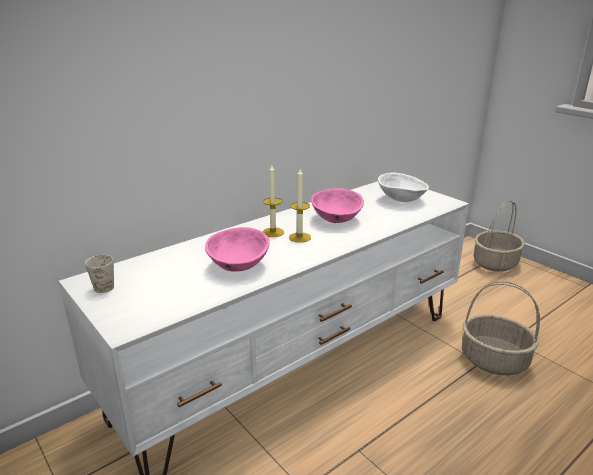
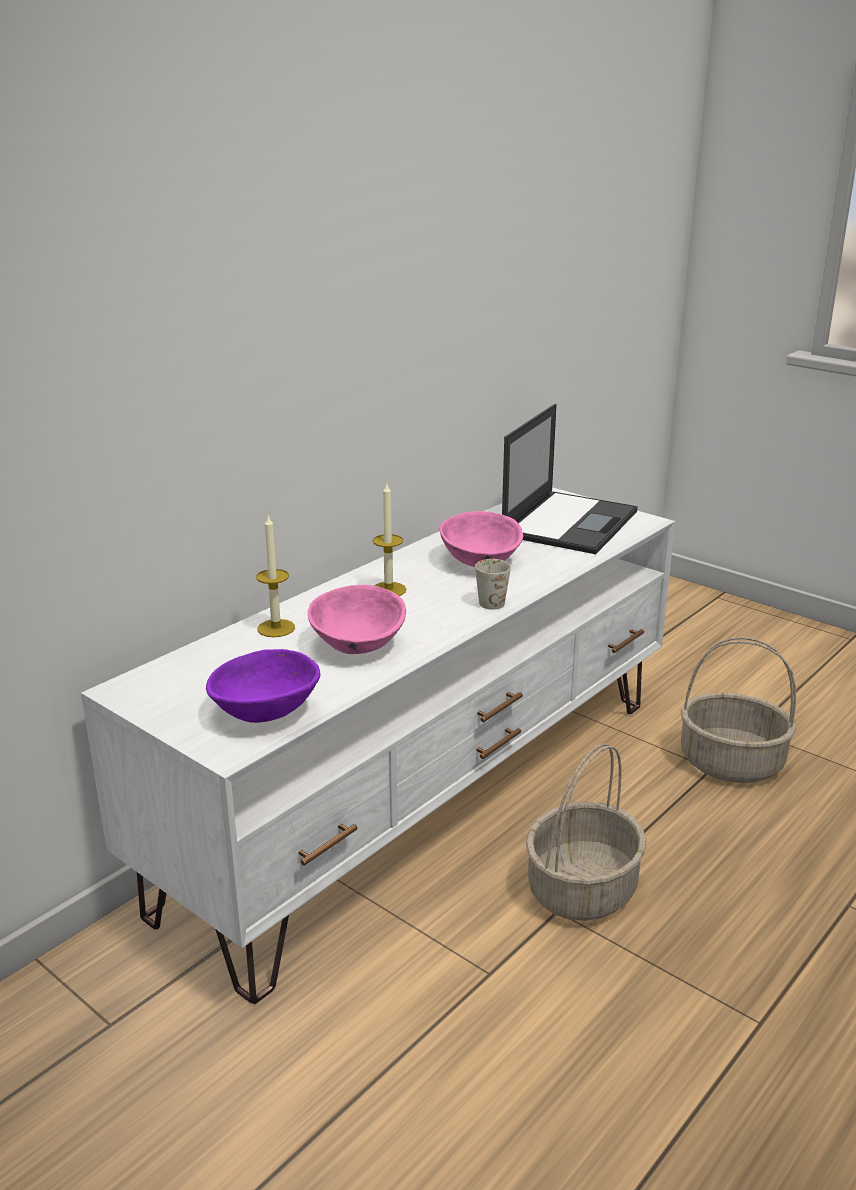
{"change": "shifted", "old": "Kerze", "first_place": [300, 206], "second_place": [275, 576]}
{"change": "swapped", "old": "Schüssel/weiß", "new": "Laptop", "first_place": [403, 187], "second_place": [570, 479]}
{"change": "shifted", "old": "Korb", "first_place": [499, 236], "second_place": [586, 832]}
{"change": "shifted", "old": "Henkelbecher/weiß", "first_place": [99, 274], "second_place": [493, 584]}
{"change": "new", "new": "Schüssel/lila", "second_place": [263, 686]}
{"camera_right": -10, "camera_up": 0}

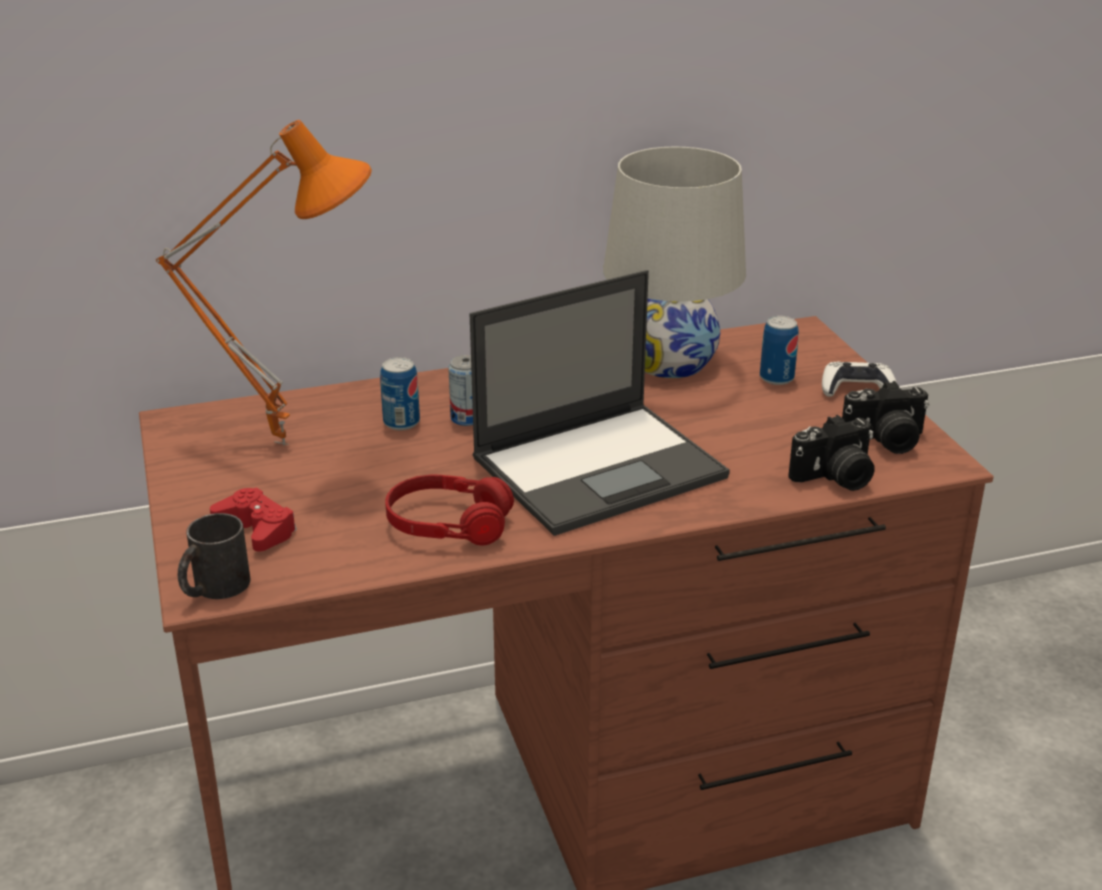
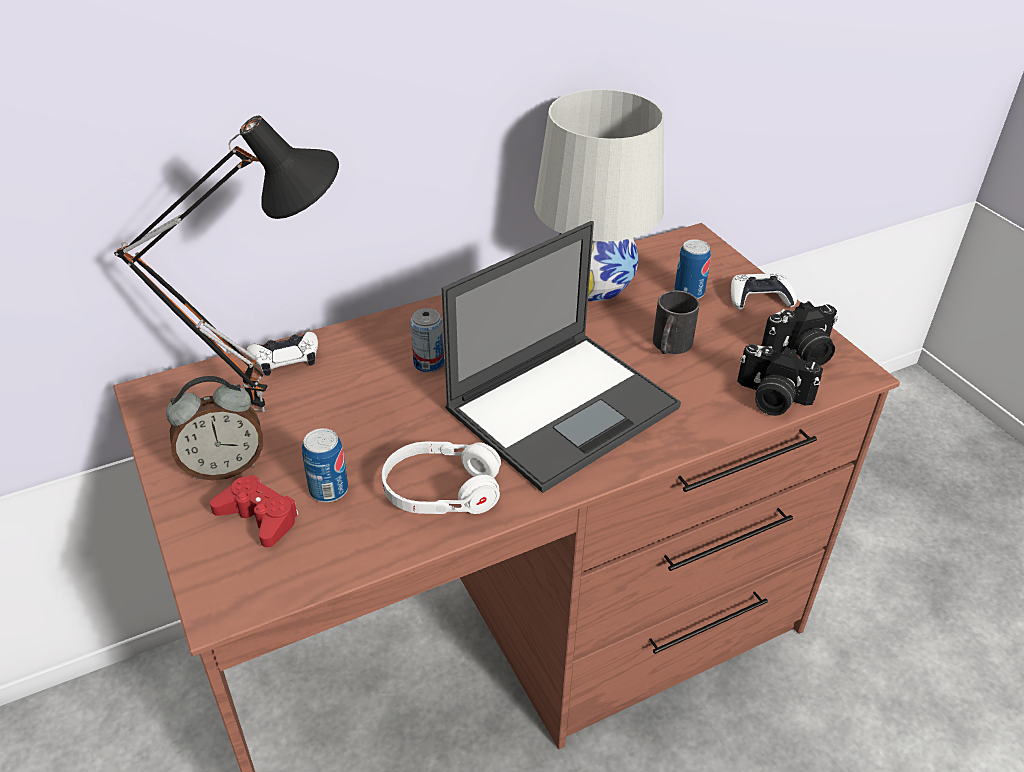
{"change": "repainted", "old": "Tischlampe/orange", "new": "Tischlampe/schwarz", "first_place": [264, 282], "second_place": [226, 264]}
{"change": "shifted", "old": "Dose", "first_place": [400, 393], "second_place": [325, 465]}
{"change": "rotated", "old": "Kamera", "first_place": [831, 453], "second_place": [780, 380], "degrees": 60}
{"change": "repainted", "old": "Kopfhörer/rot", "new": "Kopfhörer/weiß", "first_place": [449, 510], "second_place": [441, 478]}
{"change": "shifted", "old": "Henkelbecher/schwarz", "first_place": [214, 556], "second_place": [676, 322]}
{"change": "new", "new": "Gamepad/weiß", "second_place": [282, 354]}
{"change": "new", "new": "Wecker", "second_place": [214, 428]}
{"camera_right": -10, "camera_up": 10}

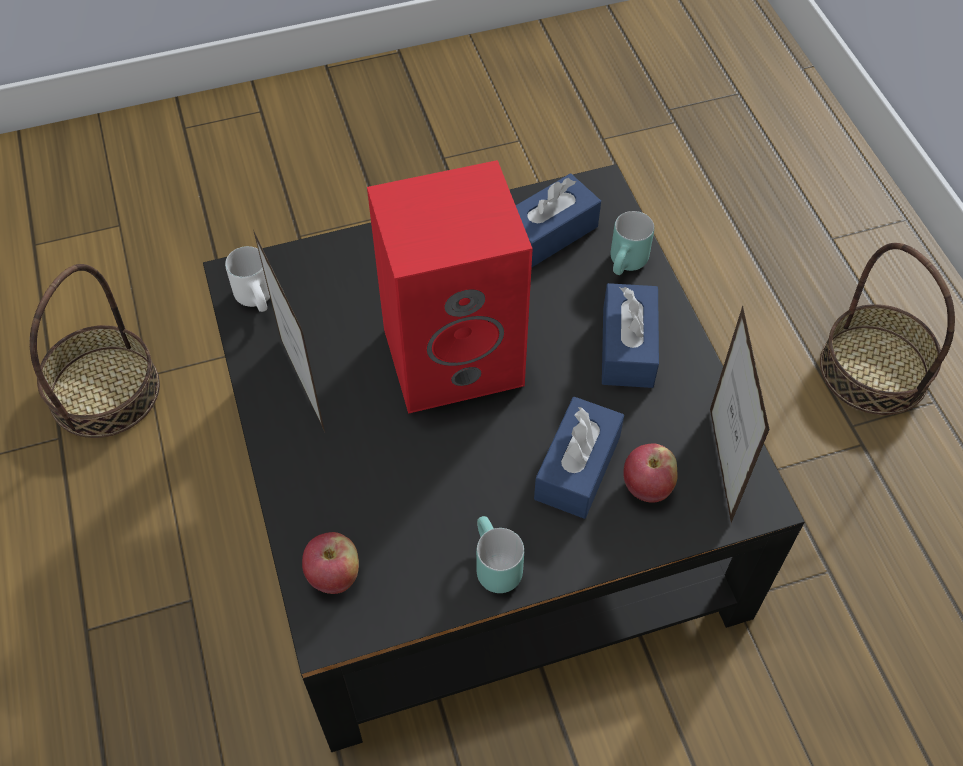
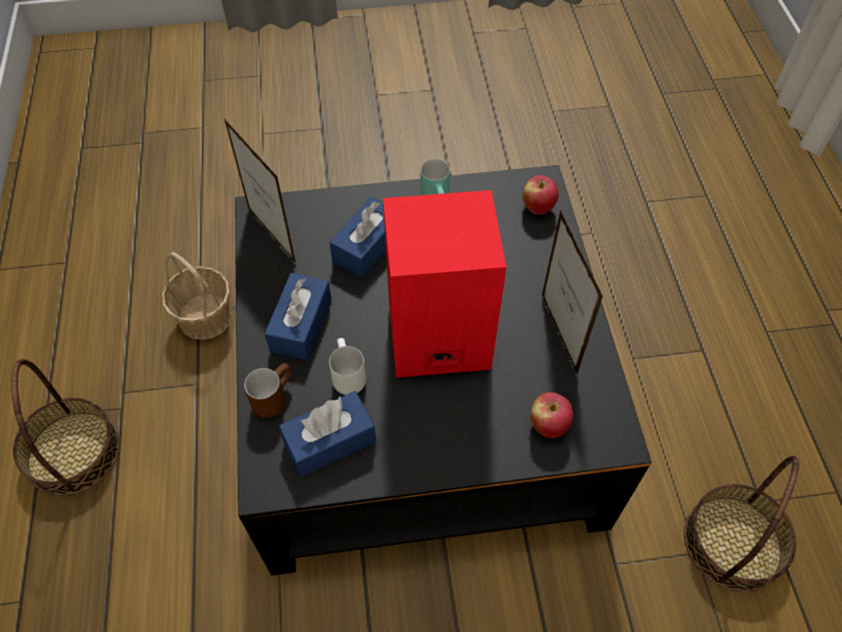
{"change": "repainted", "old": "Henkelbecher/türkis", "new": "Henkelbecher/braun", "first_place": [632, 243], "second_place": [268, 390]}
{"change": "shifted", "old": "Henkelbecher/weiß", "first_place": [247, 279], "second_place": [347, 366]}
{"change": "rotated", "old": "Bilderrahmen", "first_place": [740, 414], "second_place": [260, 191], "degrees": 135}
{"change": "shifted", "old": "Apfel", "first_place": [650, 473], "second_place": [551, 415]}
{"change": "new", "new": "Korb", "second_place": [197, 296]}
{"camera_right": -170, "camera_up": 0}

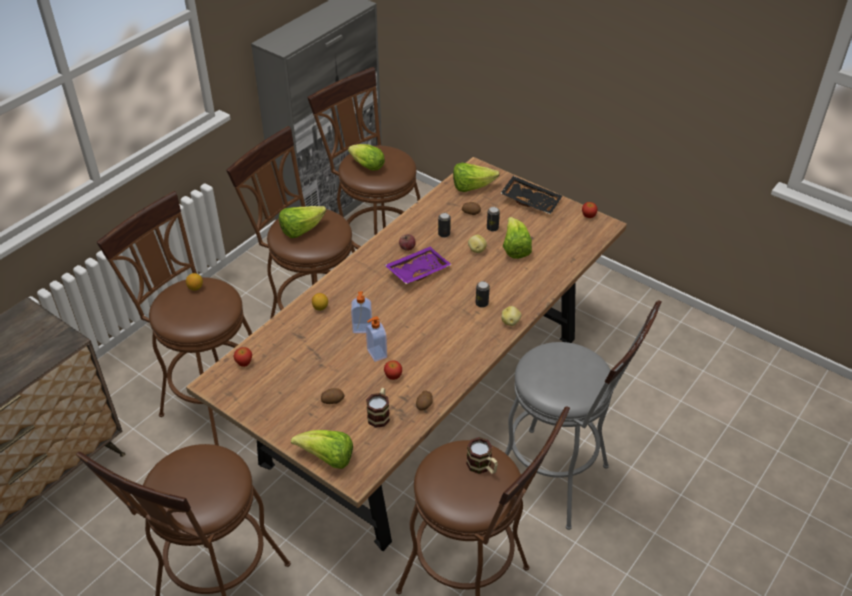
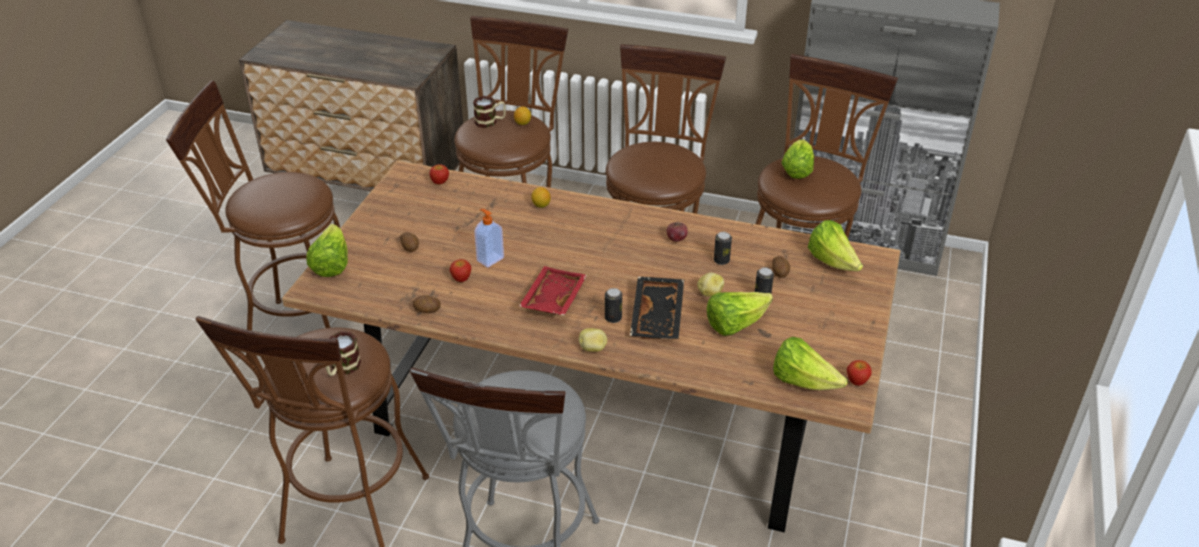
{"change": "shifted", "old": "Tablett/schwarz", "first_place": [531, 195], "second_place": [657, 307]}
{"change": "shifted", "old": "Salatkopf", "first_place": [302, 222], "second_place": [810, 363]}
{"change": "gone", "old": "Tablett/lila", "first_place": [418, 265]}
{"change": "gone", "old": "Seifenspender", "first_place": [361, 312]}
{"change": "shifted", "old": "Henkelbecher", "first_place": [378, 408], "second_place": [489, 112]}
{"change": "new", "new": "Tablett/rot", "second_place": [553, 290]}
{"camera_right": 70, "camera_up": -5}

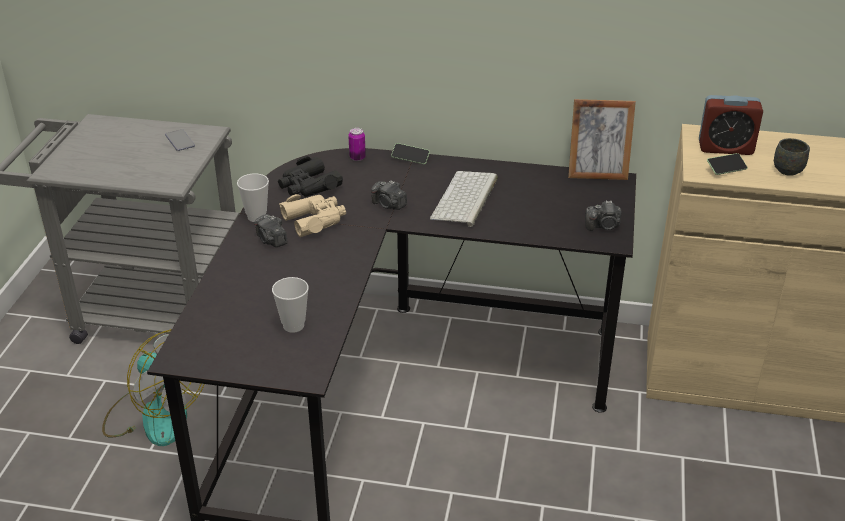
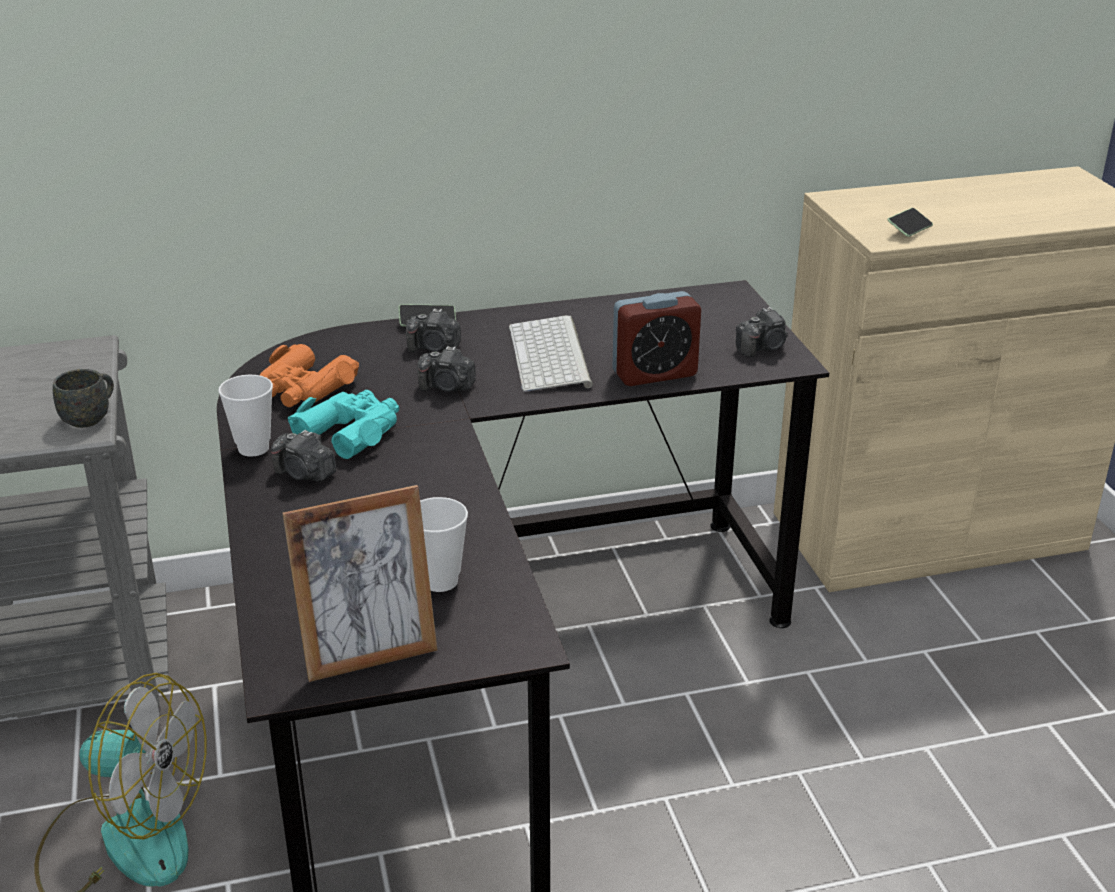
{"change": "shifted", "old": "Wecker", "first_place": [731, 125], "second_place": [656, 338]}
{"change": "shifted", "old": "Bilderrahmen", "first_place": [602, 139], "second_place": [360, 583]}
{"change": "gone", "old": "Dose", "first_place": [357, 144]}
{"change": "gone", "old": "Handy", "first_place": [180, 140]}
{"change": "shifted", "old": "Henkelbecher/grau", "first_place": [792, 157], "second_place": [83, 398]}
{"change": "repainted", "old": "Fernglas/schwarz", "new": "Fernglas/orange", "first_place": [310, 176], "second_place": [309, 375]}
{"change": "repainted", "old": "Fernglas/beige", "new": "Fernglas/türkis", "first_place": [312, 215], "second_place": [343, 424]}
{"change": "new", "new": "Kamera", "second_place": [433, 330]}
{"camera_right": -25, "camera_up": -5}

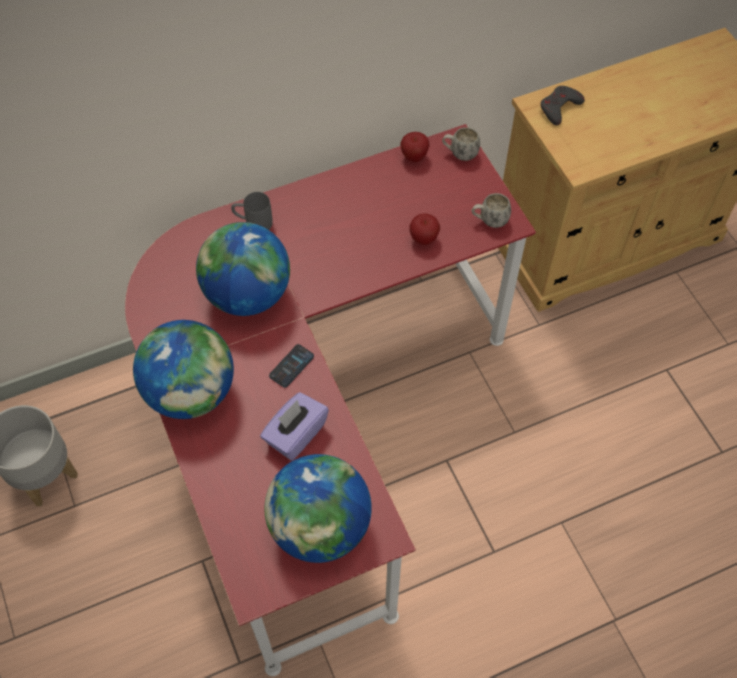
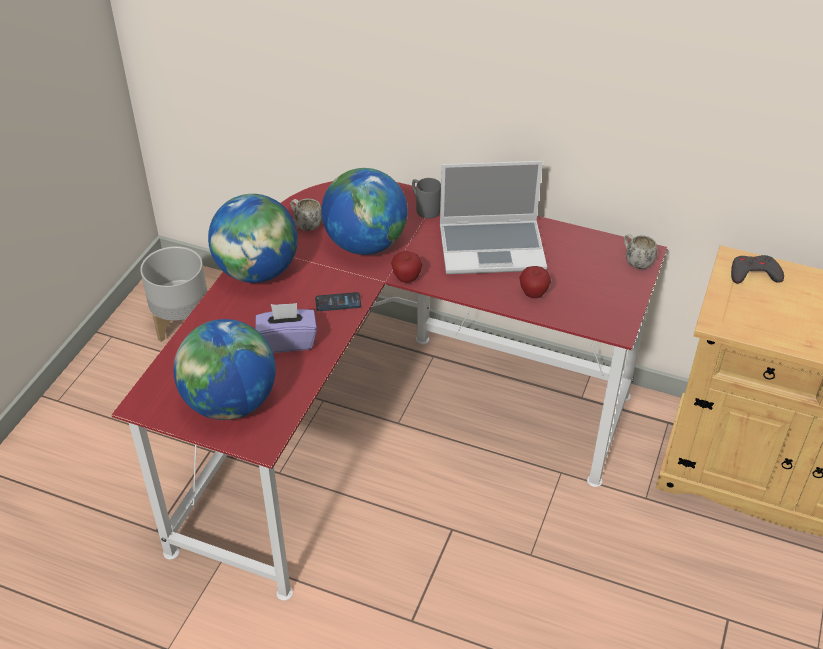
{"change": "shifted", "old": "Apfel", "first_place": [415, 147], "second_place": [406, 267]}
{"change": "shifted", "old": "Henkelbecher/weiß", "first_place": [491, 210], "second_place": [306, 214]}
{"change": "new", "new": "Laptop", "second_place": [493, 217]}
{"camera_right": 45, "camera_up": -15}

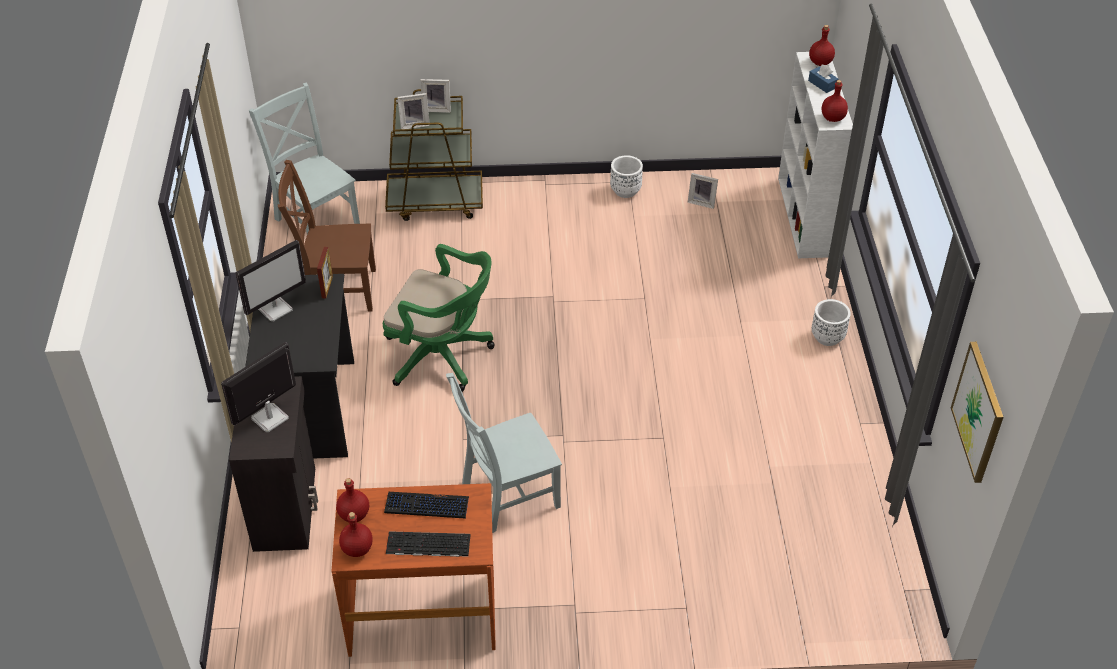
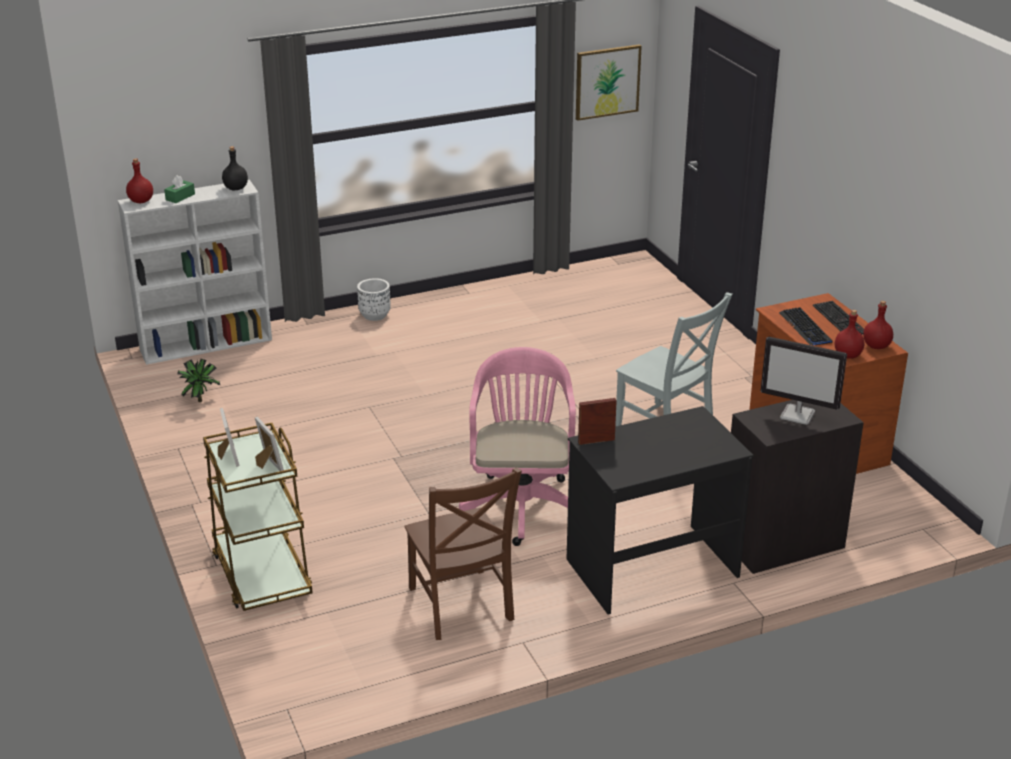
{"change": "repainted", "old": "Taschentuchbox/blau", "new": "Taschentuchbox/grün", "first_place": [823, 79], "second_place": [179, 189]}
{"change": "repainted", "old": "Flasche/rot", "new": "Flasche/schwarz", "first_place": [835, 101], "second_place": [235, 168]}
{"change": "gone", "old": "Stuhl/grau", "first_place": [304, 158]}
{"change": "gone", "old": "Pflanzkübel/weiß", "first_place": [626, 176]}
{"change": "swapped", "old": "Bilderrahmen", "new": "Topfpflanze", "first_place": [703, 191], "second_place": [198, 380]}
{"change": "gone", "old": "Monitor", "first_place": [271, 280]}
{"change": "repainted", "old": "Bürostuhl/grün", "new": "Bürostuhl/rosa", "first_place": [439, 318], "second_place": [517, 446]}
{"camera_right": -110, "camera_up": -15}

